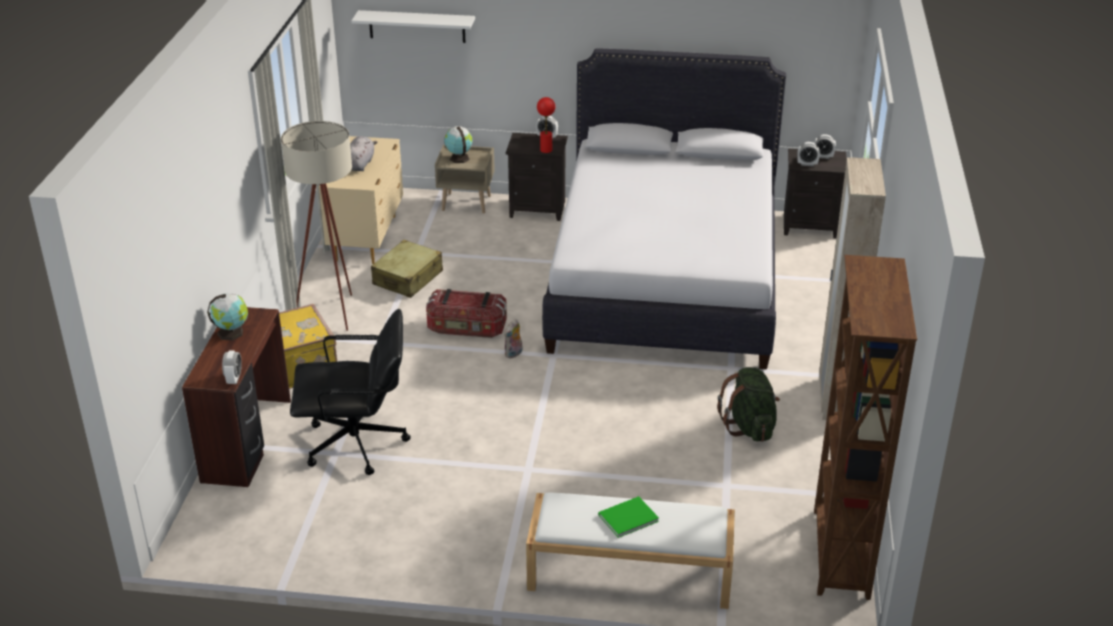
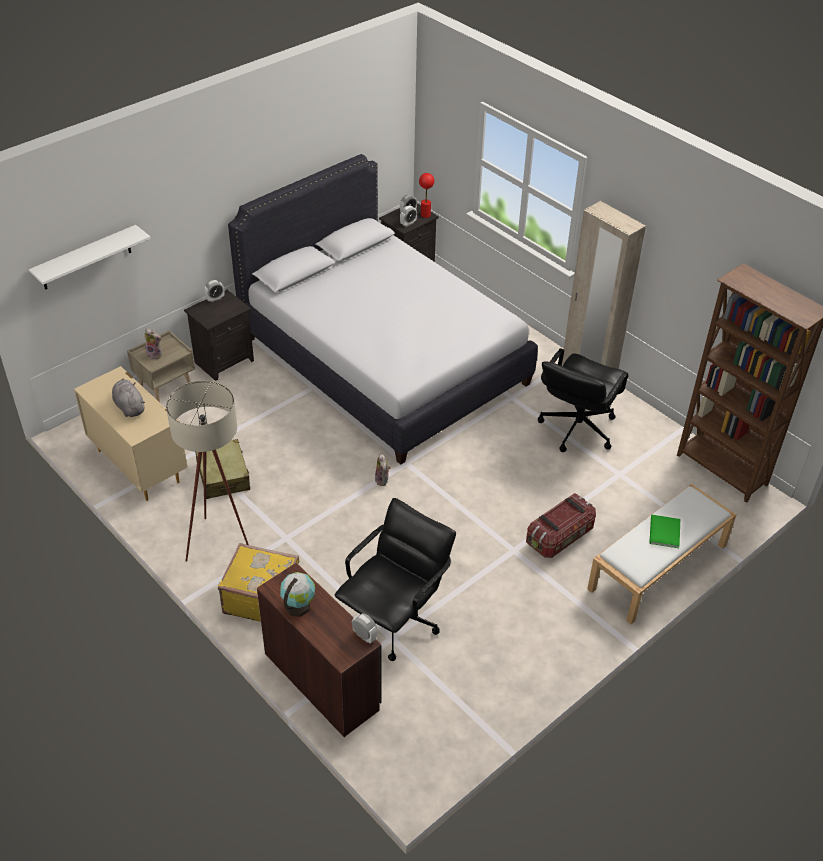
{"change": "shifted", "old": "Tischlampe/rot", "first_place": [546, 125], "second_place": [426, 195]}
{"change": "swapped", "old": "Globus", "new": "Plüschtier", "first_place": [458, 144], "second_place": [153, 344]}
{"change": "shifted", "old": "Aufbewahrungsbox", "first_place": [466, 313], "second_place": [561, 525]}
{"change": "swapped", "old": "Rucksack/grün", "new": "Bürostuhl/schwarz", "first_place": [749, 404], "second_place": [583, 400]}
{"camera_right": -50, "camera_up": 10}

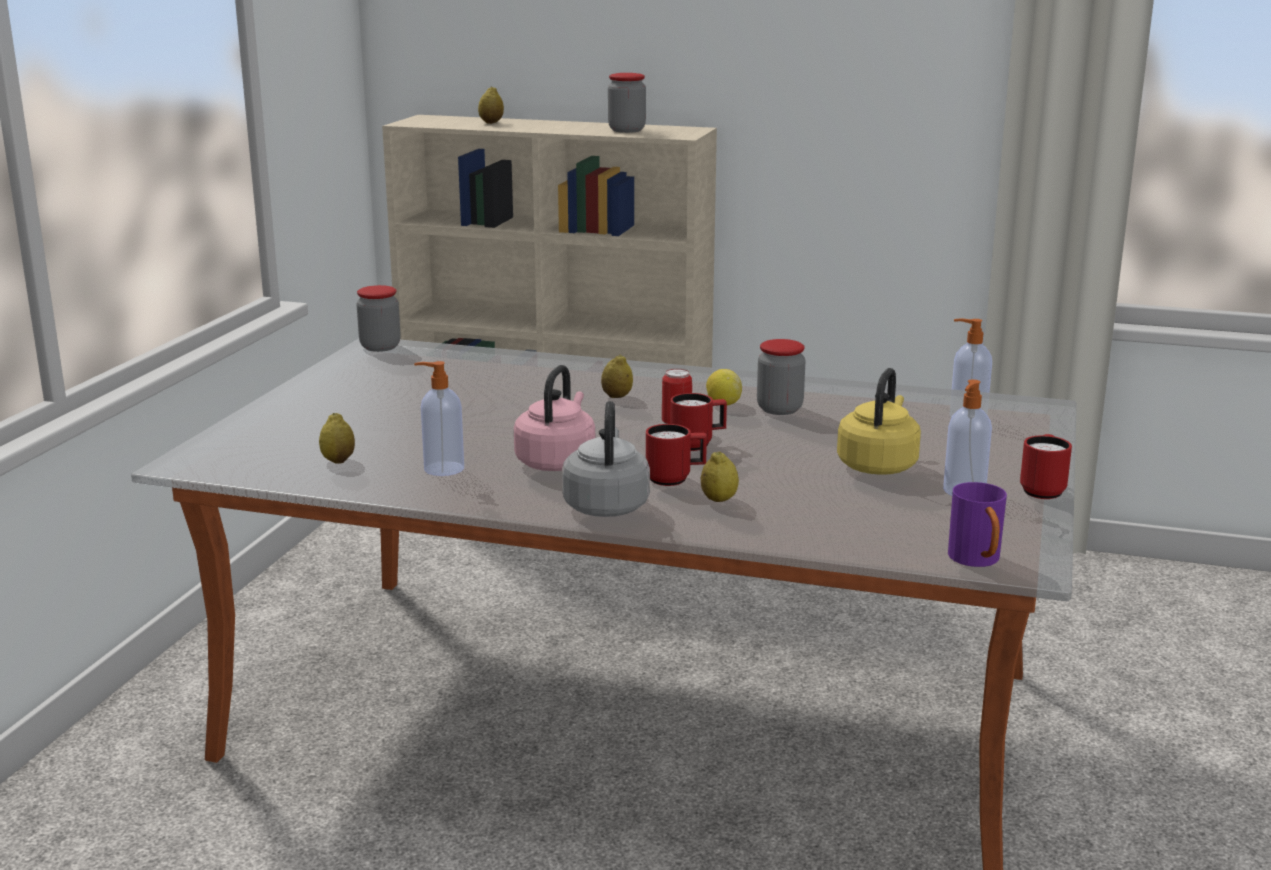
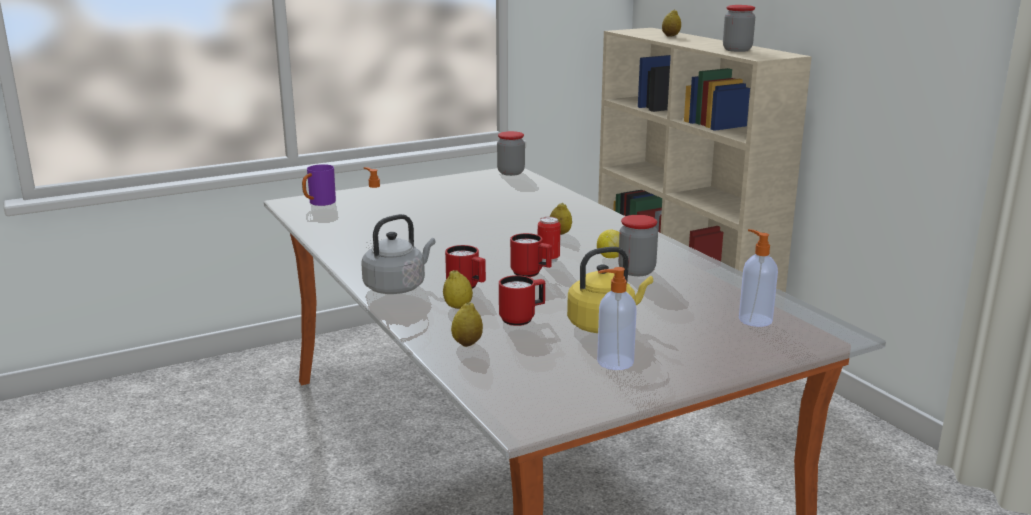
{"change": "gone", "old": "Wasserkessel/rosa", "first_place": [554, 418]}
{"change": "shifted", "old": "Zitrone", "first_place": [337, 438], "second_place": [467, 324]}
{"change": "shifted", "old": "Henkelbecher/rot", "first_place": [1046, 466], "second_place": [522, 300]}
{"change": "shifted", "old": "Henkelbecher/lila", "first_place": [977, 524], "second_place": [319, 185]}
{"camera_right": 45, "camera_up": 0}

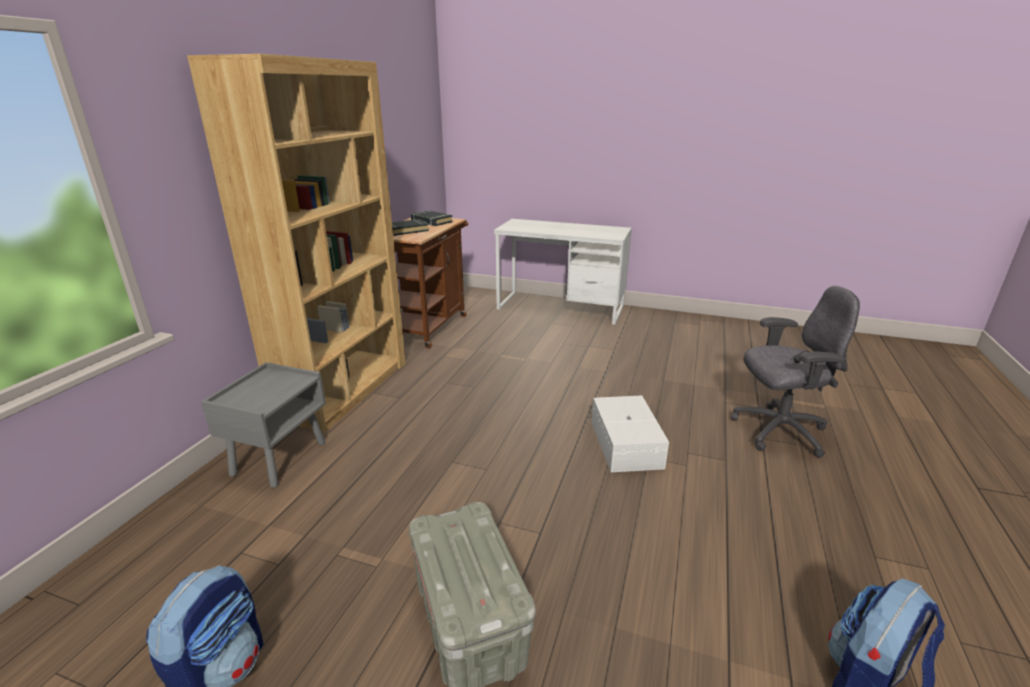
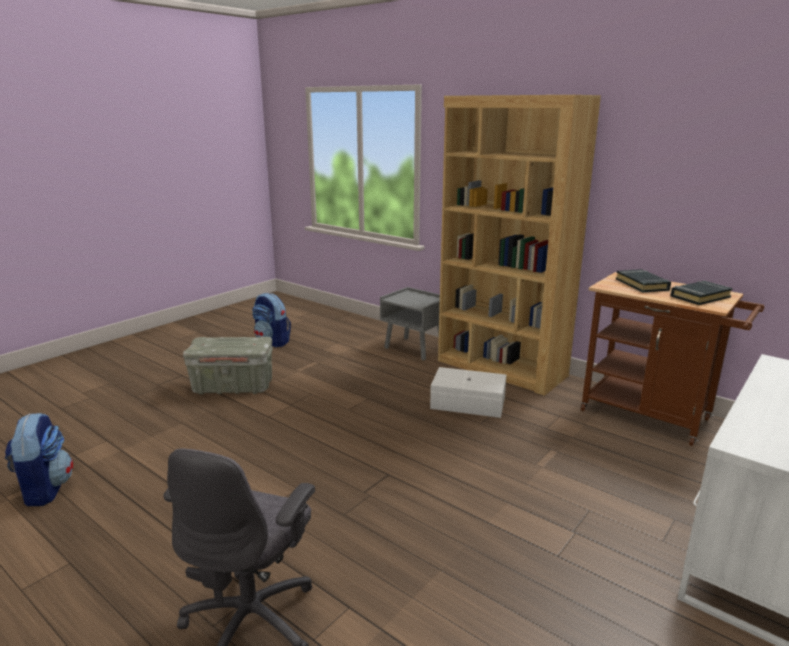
{"change": "shifted", "old": "Aufbewahrungsbox/weiß", "first_place": [630, 433], "second_place": [468, 392]}
{"camera_right": 110, "camera_up": -5}

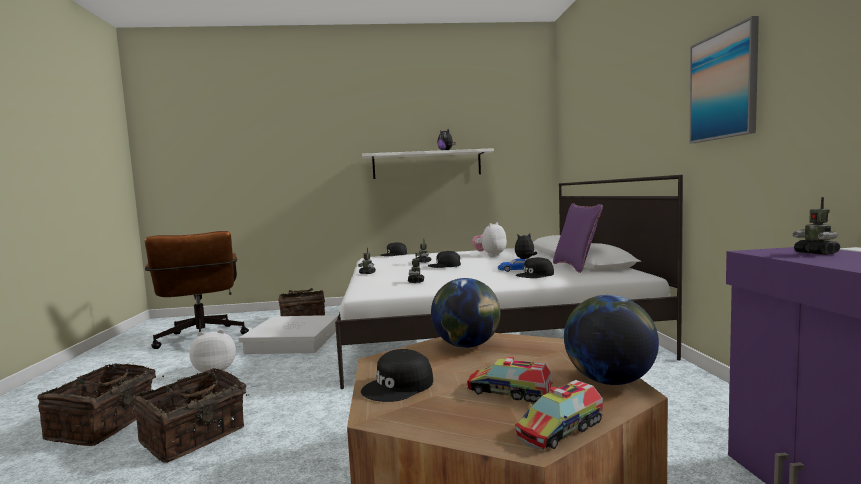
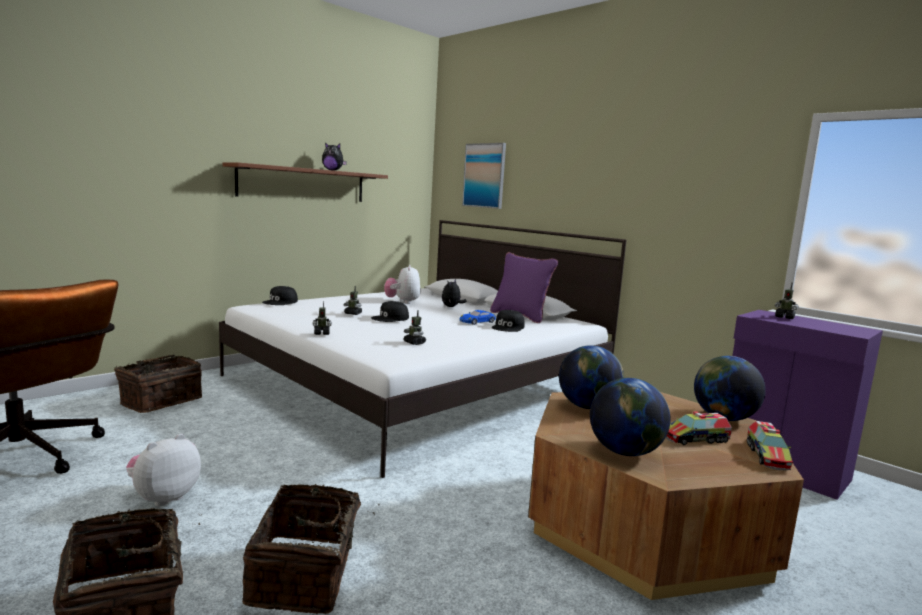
{"change": "shifted", "old": "Bild", "first_place": [724, 79], "second_place": [484, 176]}
{"change": "repainted", "old": "Wandregal/weiß", "new": "Wandregal/braun", "first_place": [428, 163], "second_place": [305, 182]}
{"change": "gone", "old": "Aufbewahrungsbox/weiß", "first_place": [288, 334]}
{"change": "swapped", "old": "Kappe/schwarz", "new": "Globus", "first_place": [397, 375], "second_place": [630, 417]}
{"camera_right": -40, "camera_up": 5}

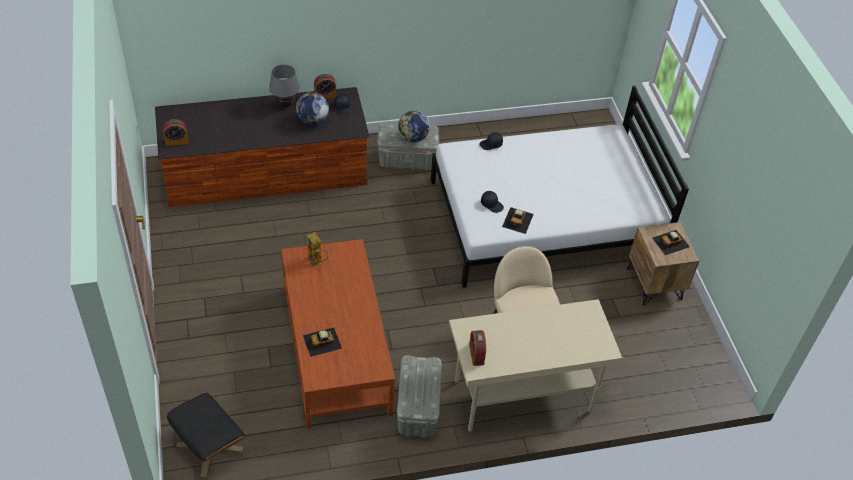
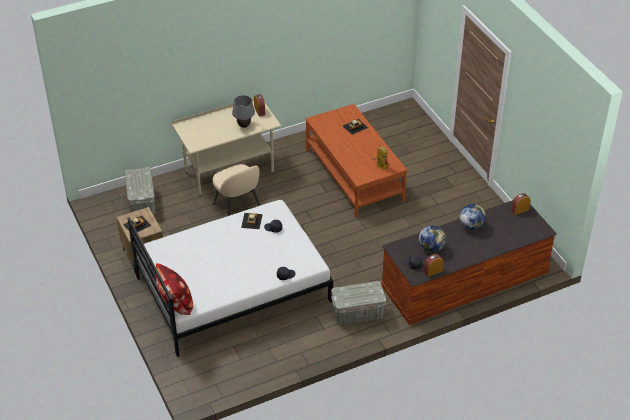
{"change": "shifted", "old": "Tischlampe/grau", "first_place": [284, 86], "second_place": [243, 111]}
{"change": "shifted", "old": "Globus", "first_place": [414, 126], "second_place": [472, 217]}
{"change": "shifted", "old": "Aufbewahrungsbox/grau", "first_place": [419, 396], "second_place": [140, 190]}
{"change": "gone", "old": "Polsterhocker/schwarz", "first_place": [206, 434]}
{"change": "new", "new": "Kissen", "second_place": [174, 289]}
{"camera_right": 170, "camera_up": -5}

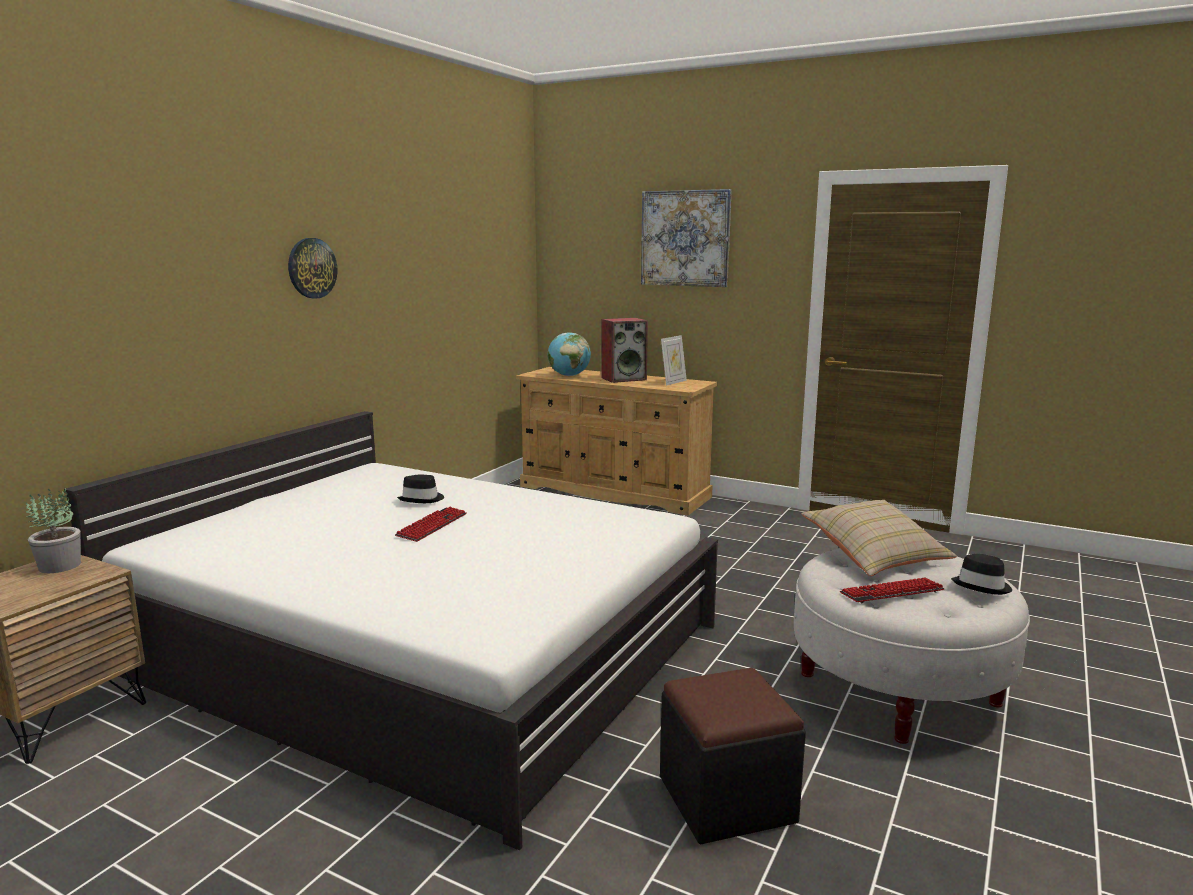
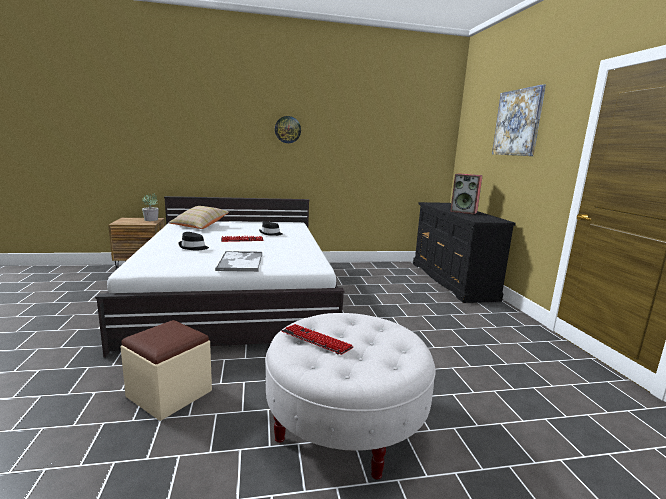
{"change": "gone", "old": "Globus", "first_place": [569, 354]}
{"change": "gone", "old": "Bilderrahmen", "first_place": [674, 360]}
{"change": "repainted", "old": "Kommode/beige", "new": "Kommode/schwarz", "first_place": [616, 441], "second_place": [464, 252]}
{"change": "shifted", "old": "Kissen/beige", "first_place": [879, 538], "second_place": [198, 217]}
{"change": "shifted", "old": "Hut/schwarz", "first_place": [981, 574], "second_place": [193, 241]}
{"change": "repainted", "old": "Polsterhocker/schwarz", "new": "Polsterhocker/beige", "first_place": [733, 756], "second_place": [166, 370]}
{"change": "new", "new": "Tablett", "second_place": [239, 261]}
{"camera_right": 50, "camera_up": 0}

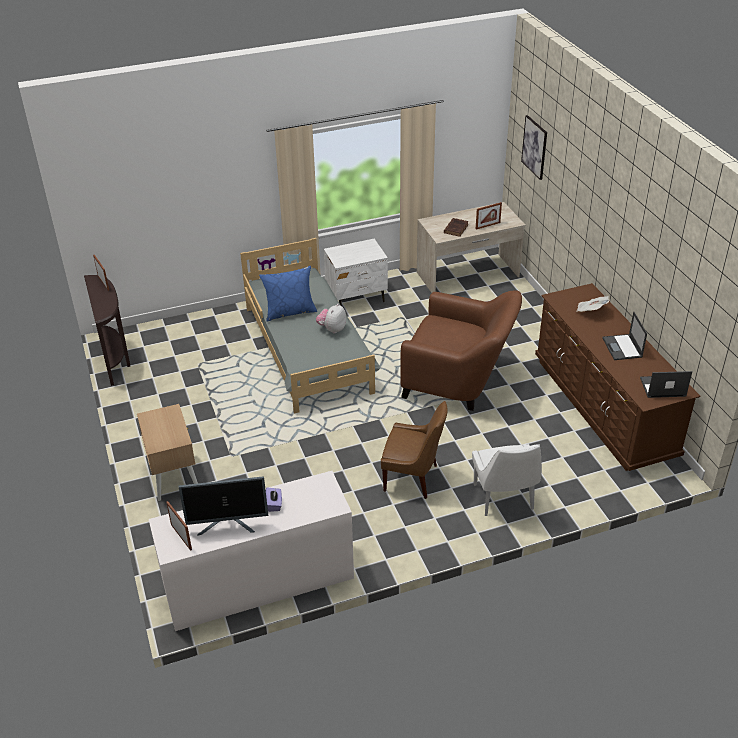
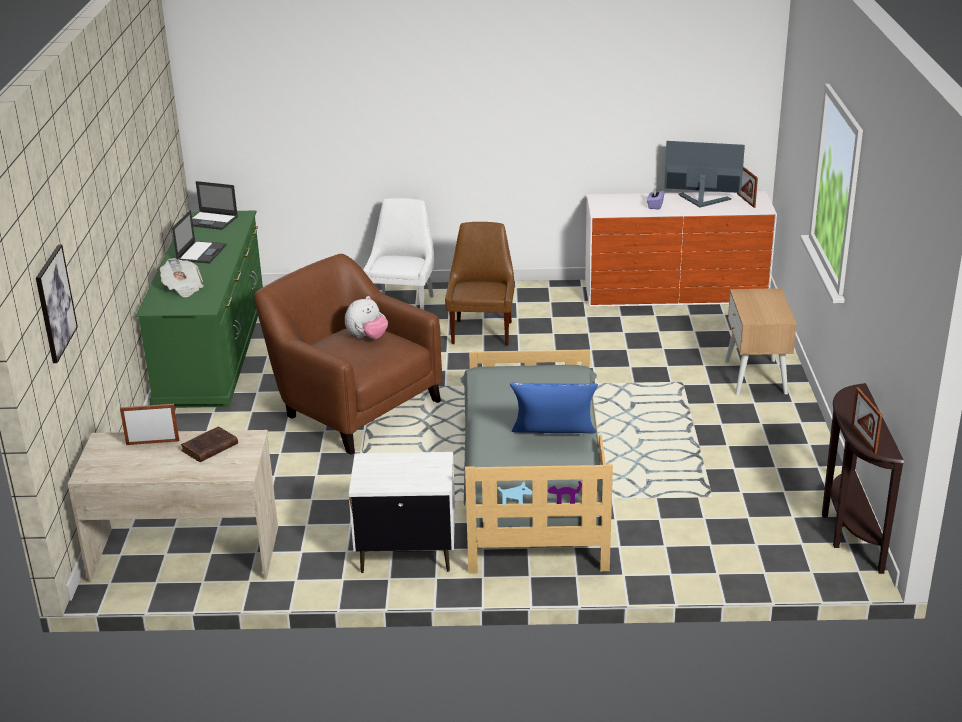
{"change": "repainted", "old": "Kommode/braun", "new": "Kommode/grün", "first_place": [617, 377], "second_place": [199, 309]}
{"change": "shifted", "old": "Plüschtier", "first_place": [331, 319], "second_place": [366, 317]}
{"change": "rotated", "old": "Stuhl/braun", "first_place": [414, 450], "second_place": [479, 283], "degrees": 60}
{"camera_right": -160, "camera_up": -10}

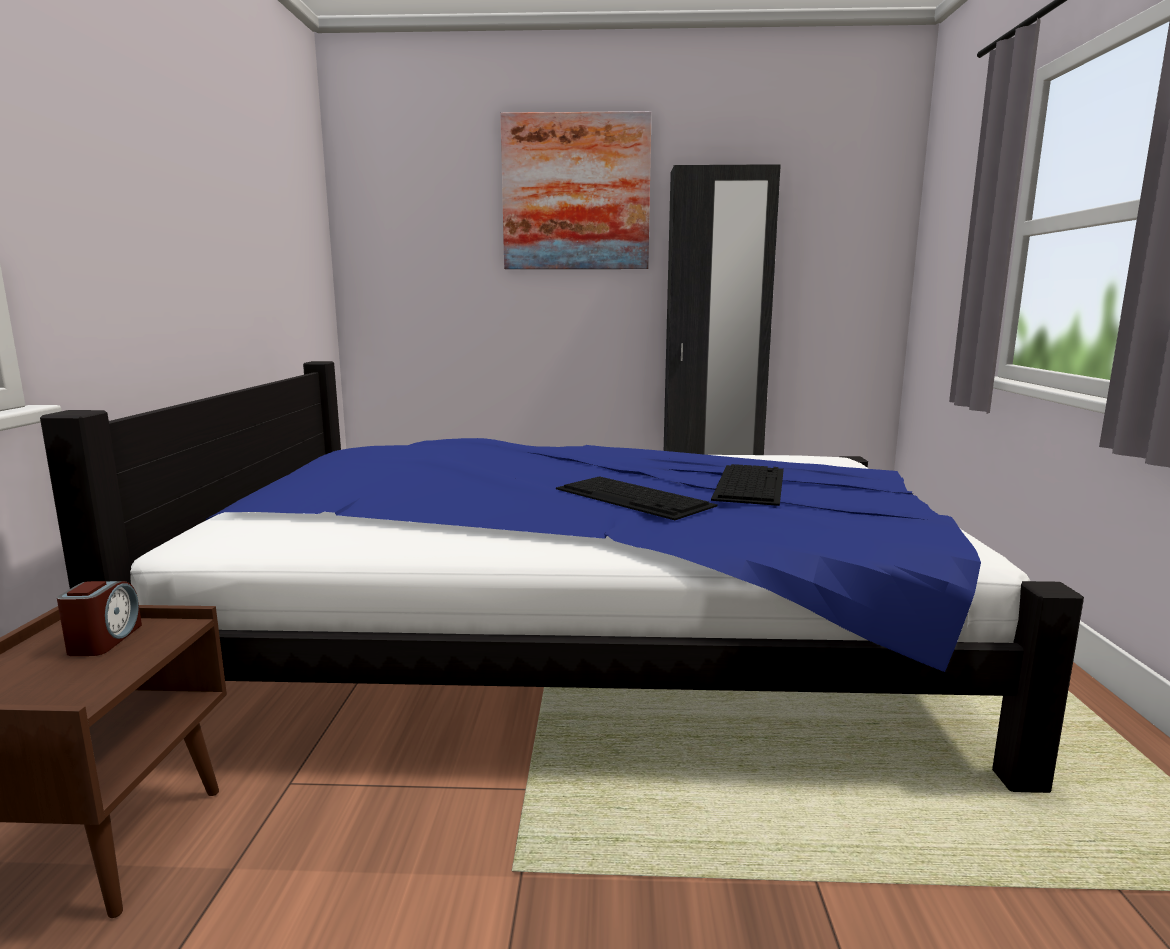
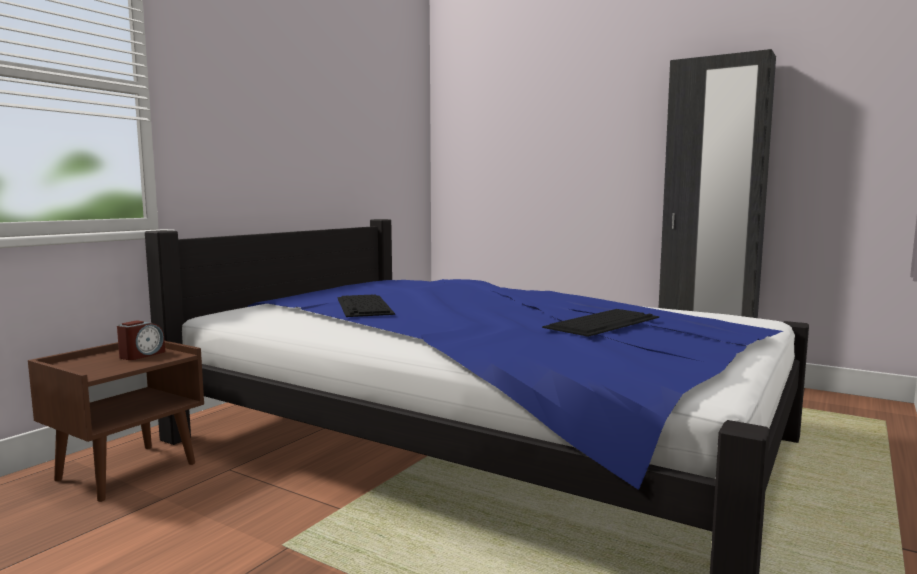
{"change": "gone", "old": "Bild", "first_place": [575, 190]}
{"change": "shifted", "old": "Tastatur", "first_place": [637, 498], "second_place": [366, 305]}
{"camera_right": 30, "camera_up": -5}

